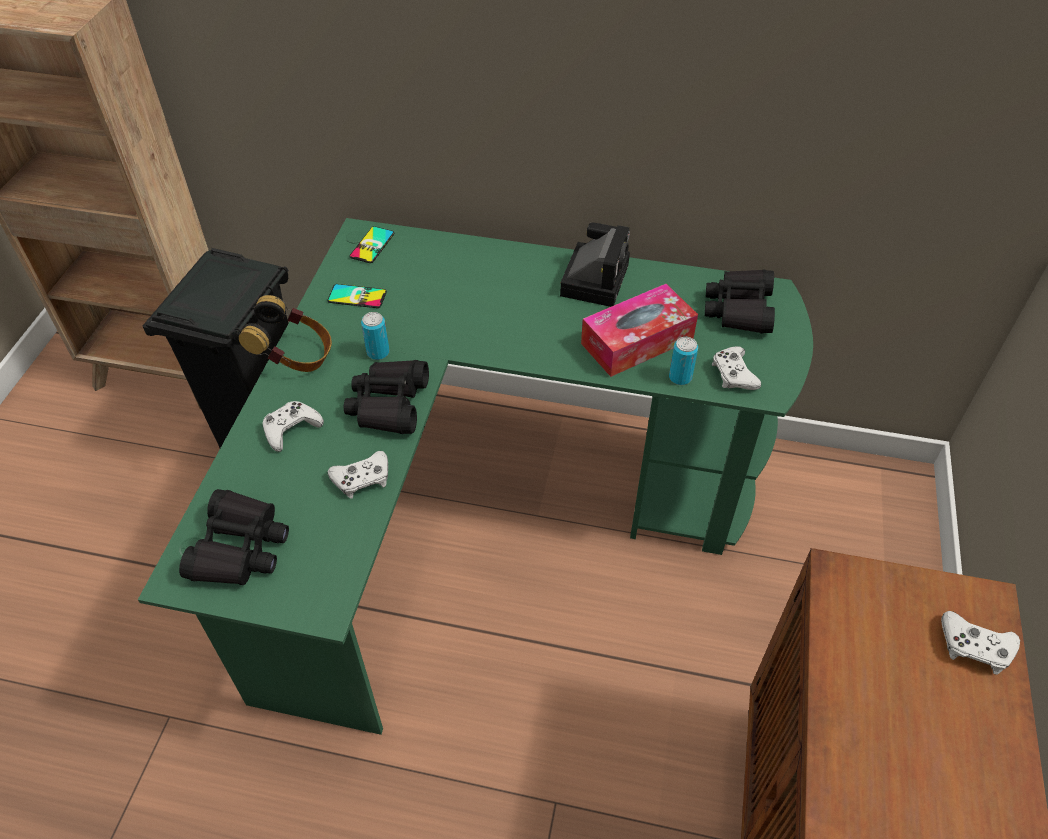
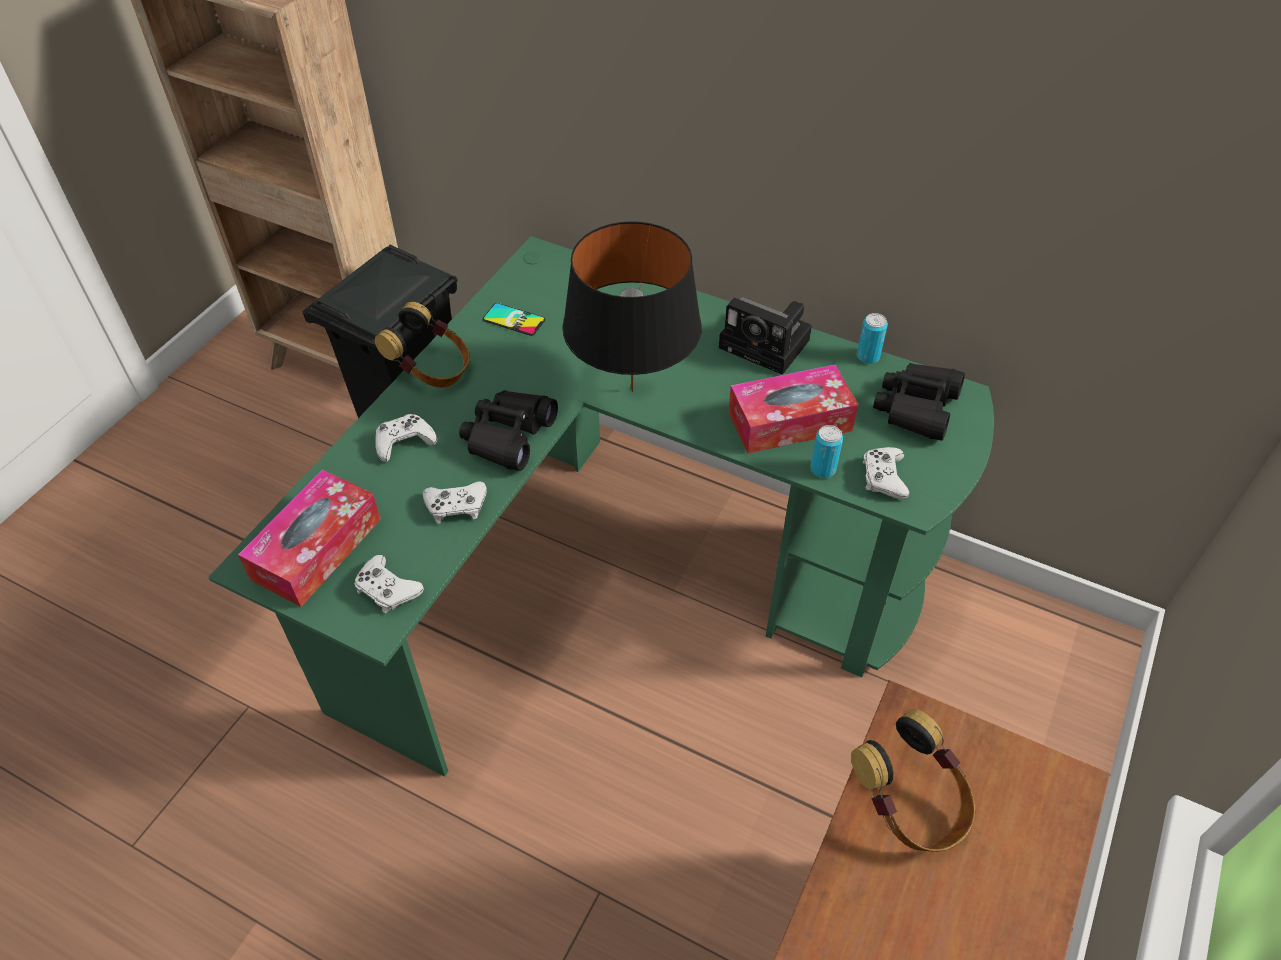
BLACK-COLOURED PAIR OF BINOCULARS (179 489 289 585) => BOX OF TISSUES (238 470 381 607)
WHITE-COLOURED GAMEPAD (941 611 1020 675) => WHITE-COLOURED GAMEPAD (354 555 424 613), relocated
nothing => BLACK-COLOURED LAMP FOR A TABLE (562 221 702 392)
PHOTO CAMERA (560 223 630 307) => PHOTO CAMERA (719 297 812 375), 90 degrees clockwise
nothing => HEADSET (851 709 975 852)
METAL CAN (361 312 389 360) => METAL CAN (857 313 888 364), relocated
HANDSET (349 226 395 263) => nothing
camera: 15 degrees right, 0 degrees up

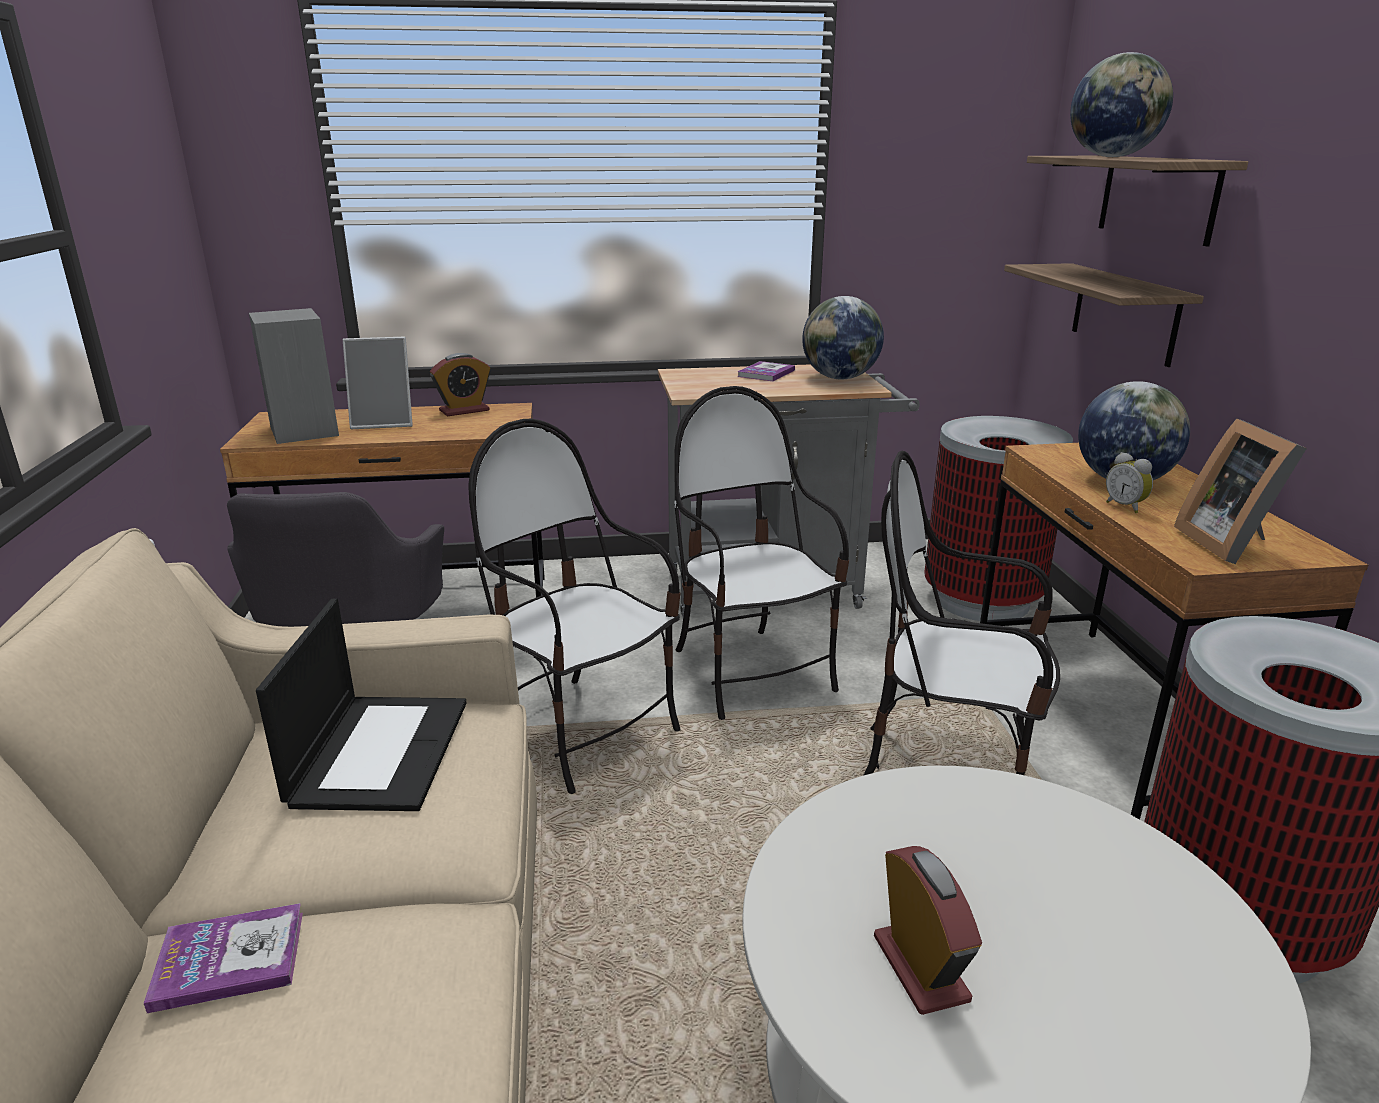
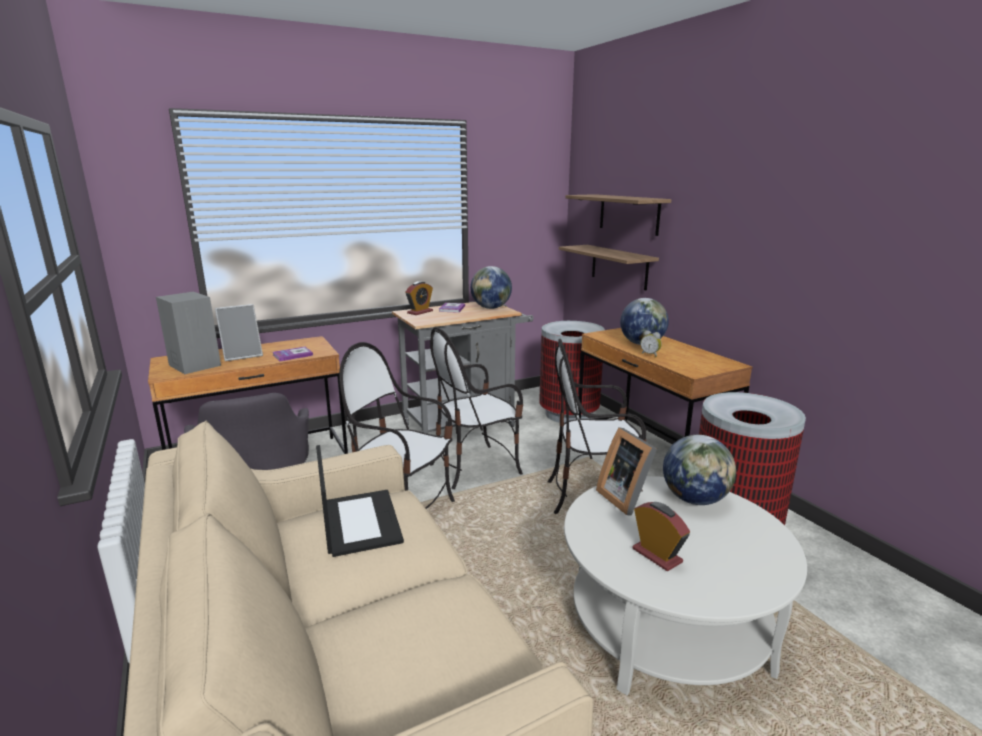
VOLUME (144 903 303 1013) => VOLUME (273 346 313 362), relocated
ALARM CLOCK (430 353 491 416) => ALARM CLOCK (405 281 433 315), relocated
PLAIN CHAIR (674 386 849 720) => PLAIN CHAIR (430 327 523 489), 75 degrees counterclockwise
STANDING FRAME (1174 419 1307 564) => STANDING FRAME (596 427 657 516), relocated
WORLD GLOBE (1070 52 1173 157) => WORLD GLOBE (663 435 736 505), relocated
camera: 20 degrees left, 5 degrees down

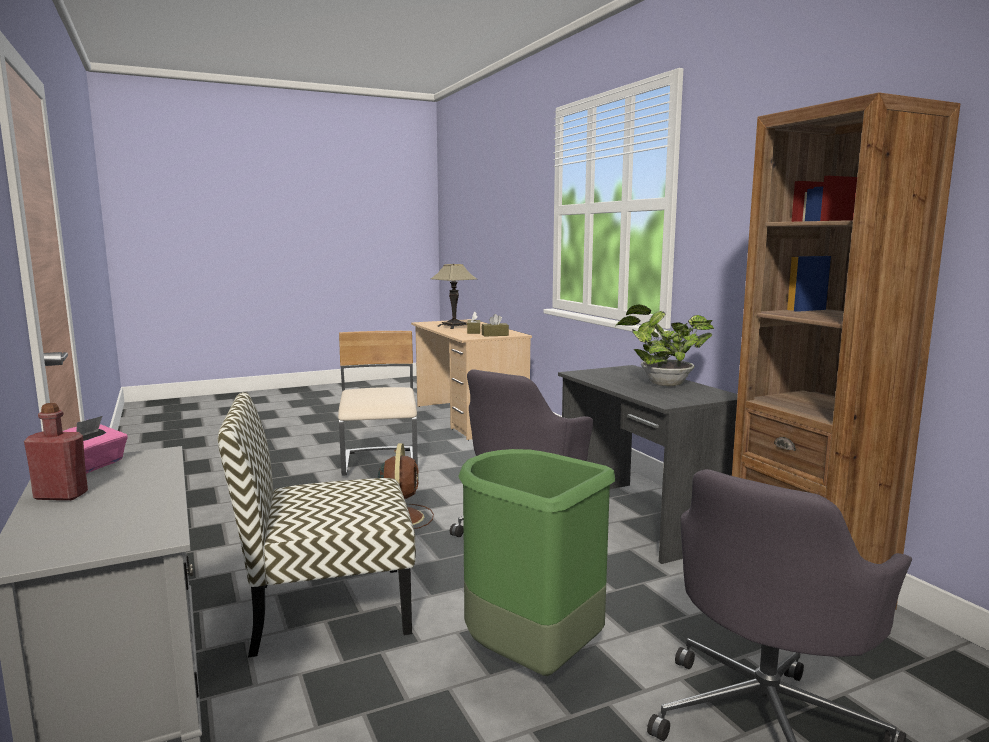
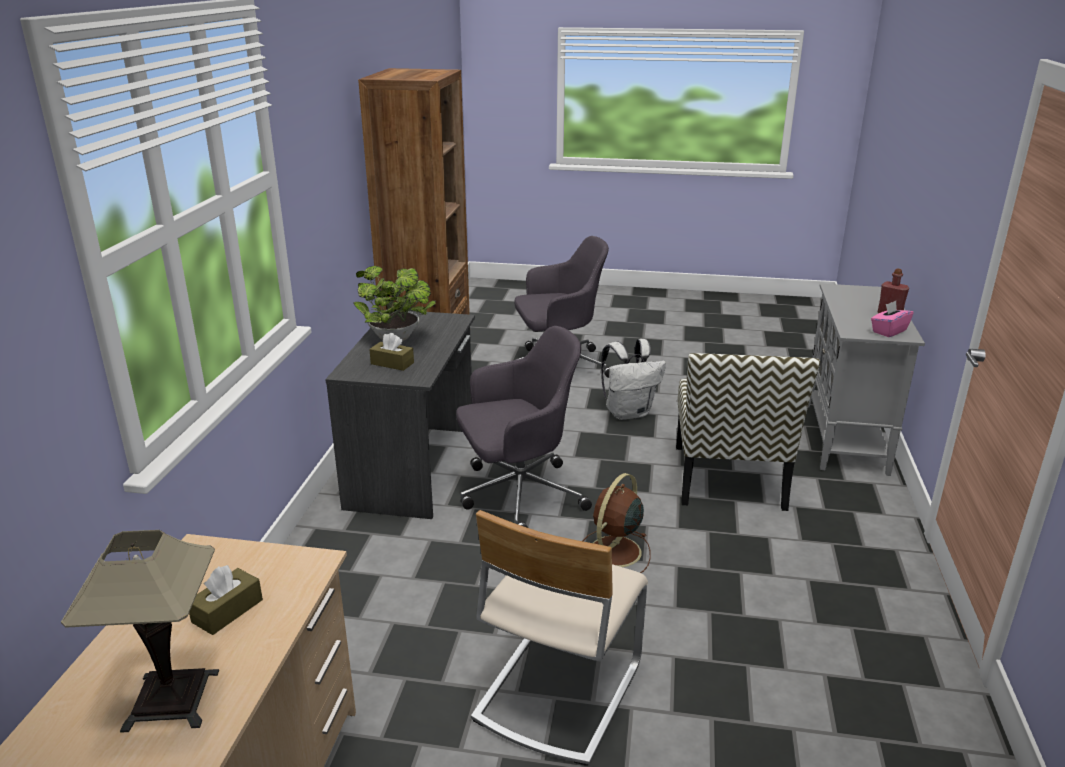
BROWNISH BOX OF TISSUES (482 314 509 337) => BROWNISH BOX OF TISSUES (369 333 414 371), relocated
GREEN RUBBISH BIN (458 449 615 676) => WHITE-COLOURED RUCKSACK (601 339 666 420)
PLAIN CHAIR (218 392 416 657) => PLAIN CHAIR (676 353 820 511), 75 degrees clockwise
camera: 145 degrees left, 15 degrees up

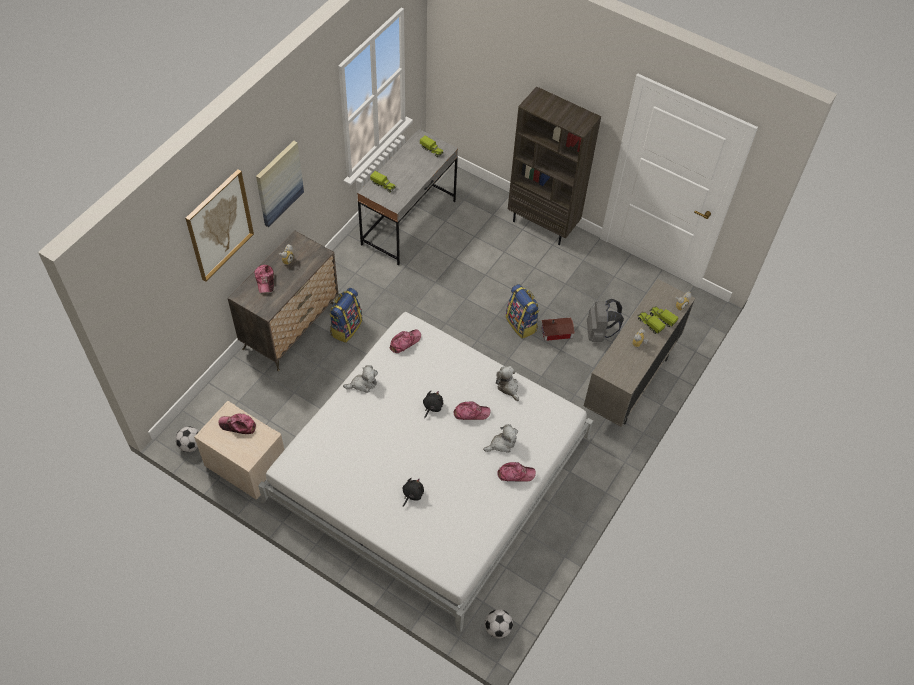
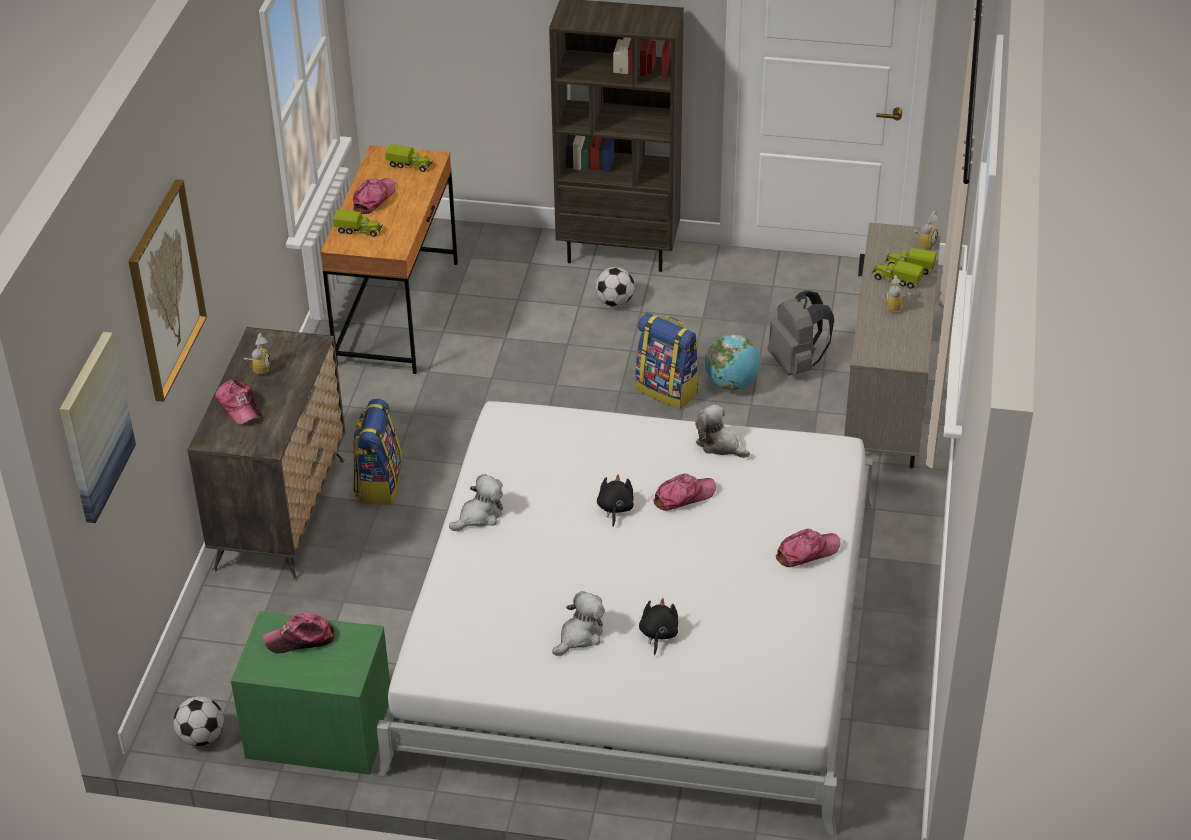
PICTURE (256 141 304 227) => PICTURE (60 332 136 523), relocated
BEIGE-COLOURED NIGHTSTAND (194 401 284 500) => GREEN NIGHTSTAND (231 611 390 775)
GREY DESK UNIT (357 129 458 265) => BROWNISH DESK UNIT (320 145 458 374)
BASEBALL CAP (389 329 421 353) => BASEBALL CAP (353 178 395 214), relocated
CUDDLY TOY (483 424 518 453) => CUDDLY TOY (552 591 605 656), relocated
FOOTBALL BALL (485 609 513 638) => FOOTBALL BALL (595 267 635 306), relocated
TOY HOUSE (541 317 575 341) => WORLD GLOBE (705 335 761 390)
camera: 20 degrees left, 15 degrees down

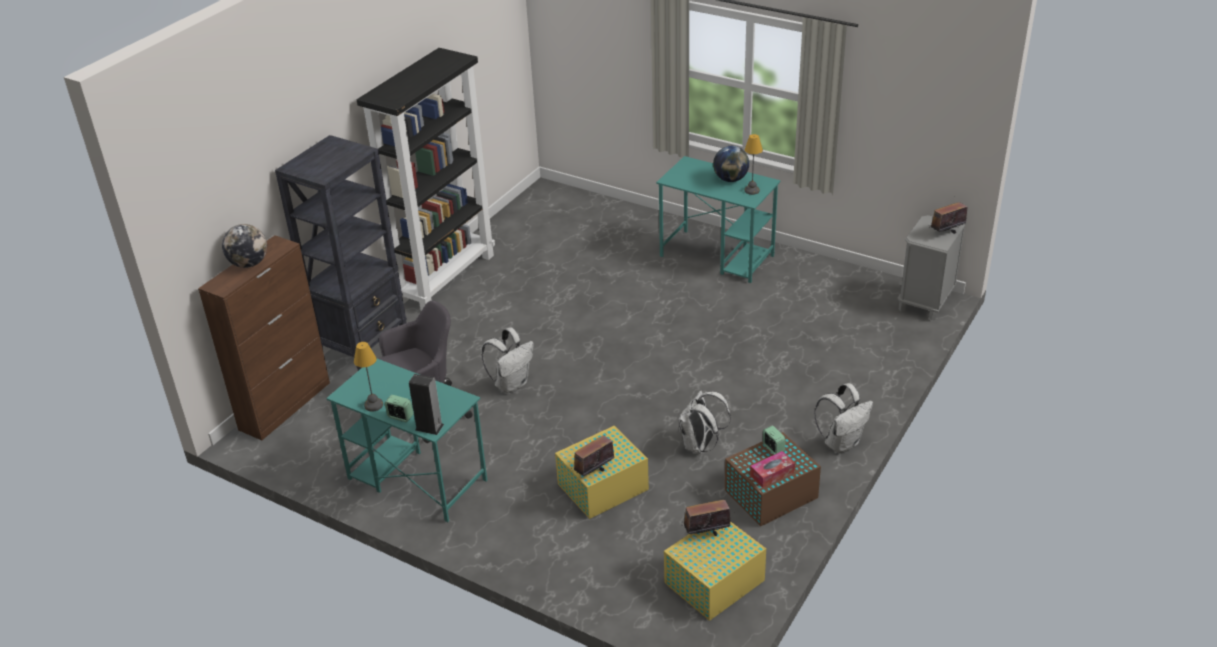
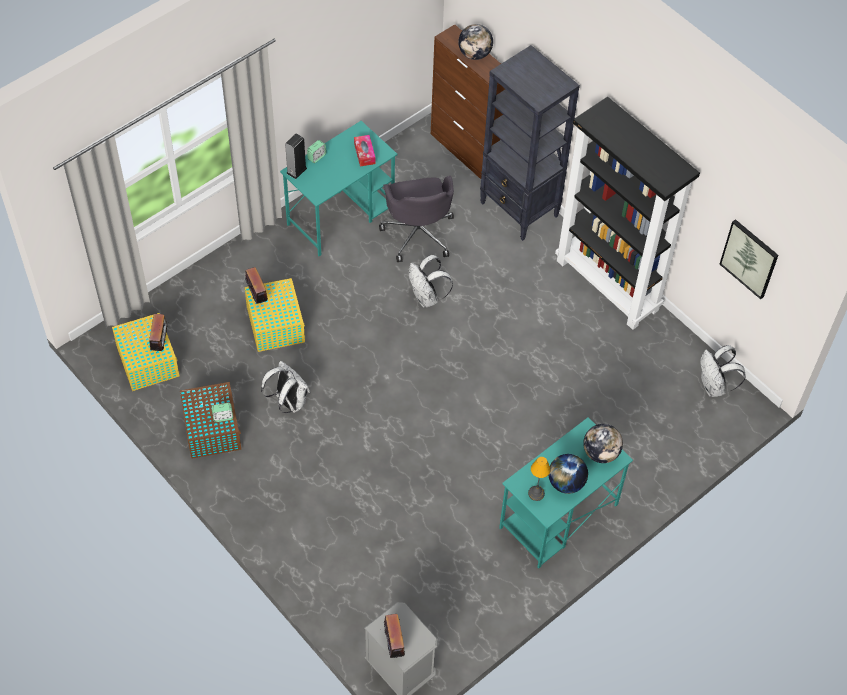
BOX OF TISSUES (750 451 795 488) => BOX OF TISSUES (354 135 376 166), relocated
nothing => WORLD GLOBE (583 424 623 463)
WHITE-COLOURED RUCKSACK (814 383 873 453) => WHITE-COLOURED RUCKSACK (700 345 746 397), relocated
nothing => PICTURE (720 219 778 299)
LAMP FOR A TABLE (354 342 383 412) => nothing
camera: 105 degrees right, 20 degrees up

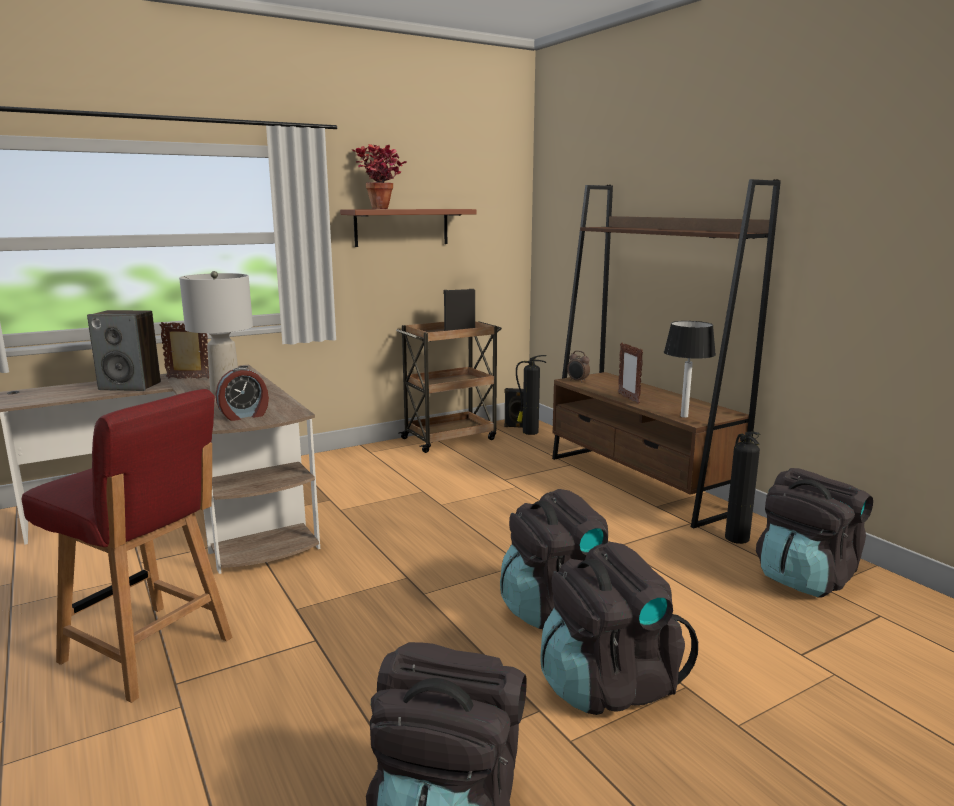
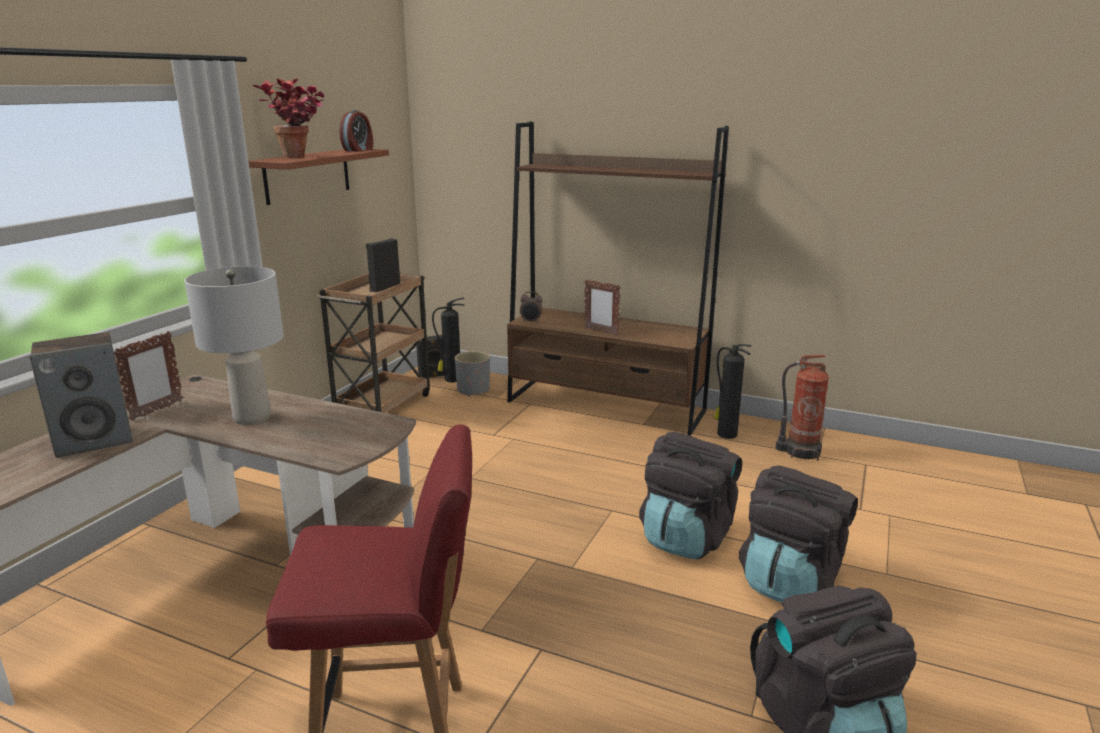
STANDING FRAME (160 322 209 379) => STANDING FRAME (114 331 183 421), 150 degrees clockwise
ALARM CLOCK (216 367 269 421) => ALARM CLOCK (339 110 373 151), relocated
nothing => GREY PLANT POT (455 351 490 397)
BLACK-COLOURED RUCKSACK (756 468 873 598) => FIRE-FIGHTING CYLINDER (775 355 829 460)
LAMP FOR A TABLE (664 321 716 418) => nothing
camera: 35 degrees left, 5 degrees up

